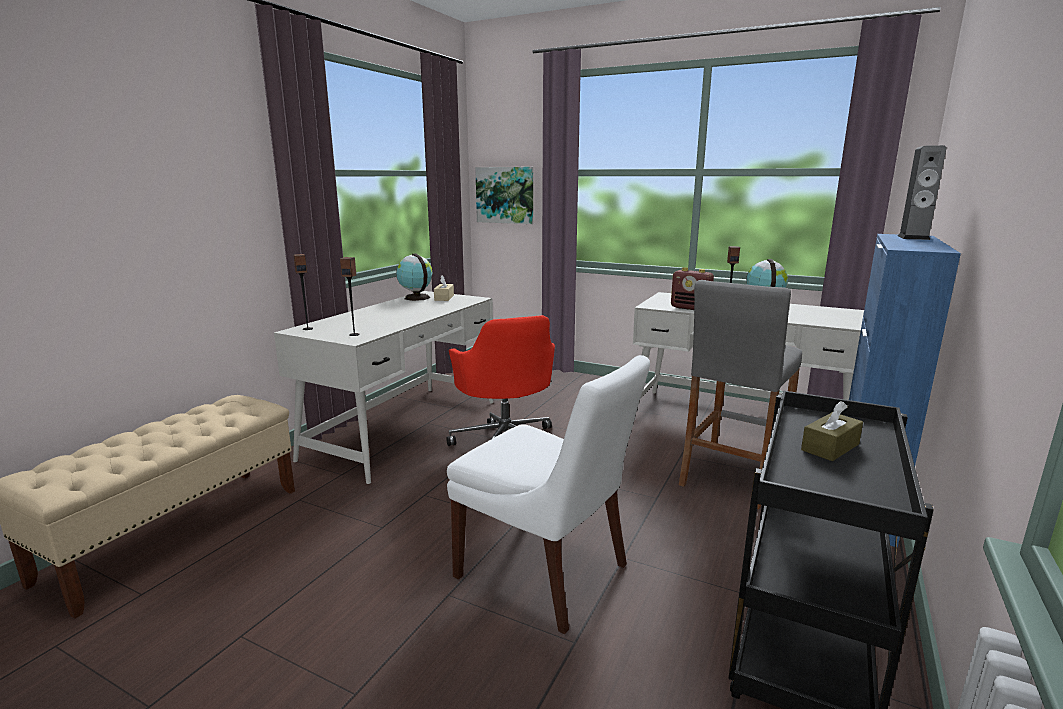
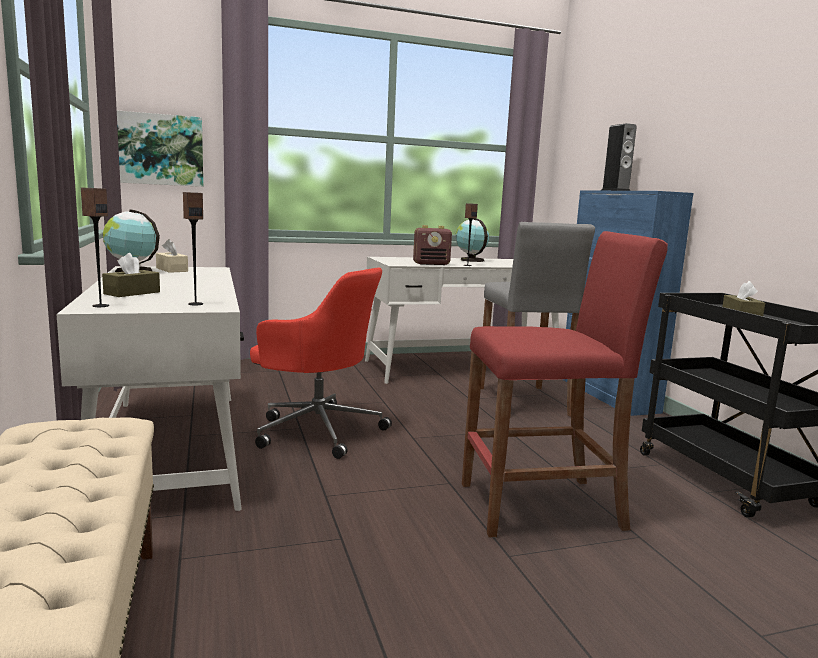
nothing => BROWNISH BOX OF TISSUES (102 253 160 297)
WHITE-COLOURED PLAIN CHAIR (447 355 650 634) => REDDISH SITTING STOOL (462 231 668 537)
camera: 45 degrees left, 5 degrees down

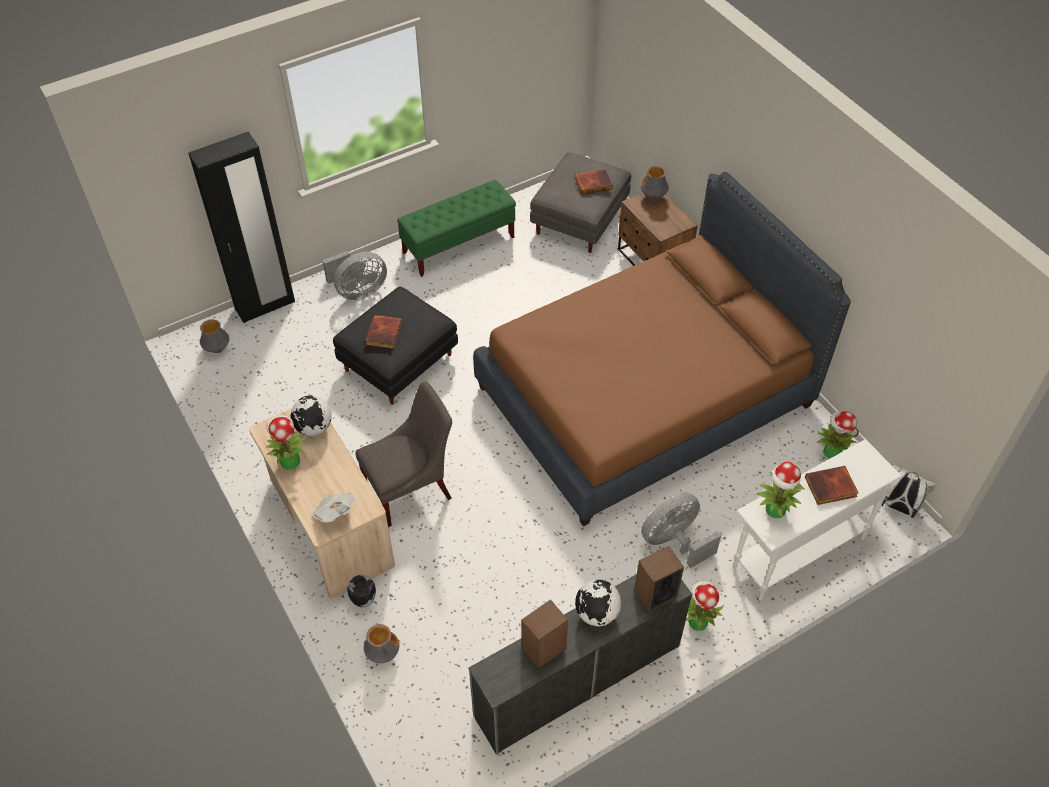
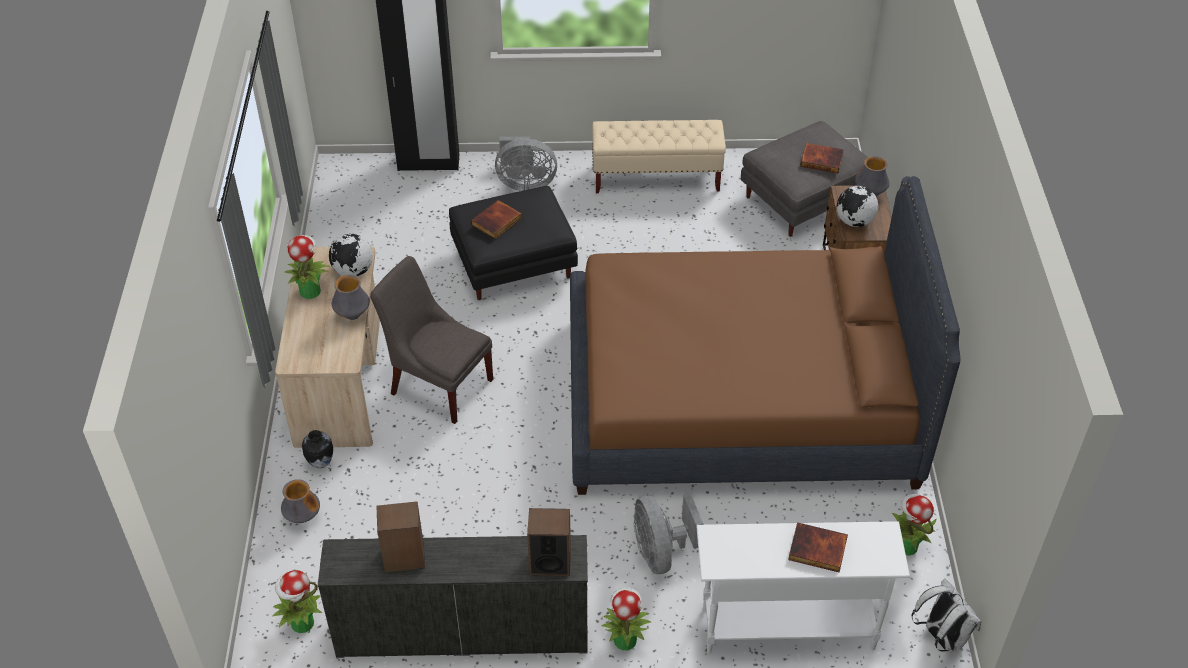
POTTED PLANT (756 462 805 518) => POTTED PLANT (272 570 322 633), relocated
DECORATIVE VASE (200 319 229 353) => DECORATIVE VASE (332 275 370 320), relocated
GREY PLAIN CHAIR (355 381 452 527) => GREY PLAIN CHAIR (370 256 493 424), 150 degrees counterclockwise
GREEN LONG SEAT (397 180 516 277) => BEIGE-COLOURED LONG SEAT (592 120 726 193)
GREY ELECTRIC FAN (641 493 721 568) => GREY ELECTRIC FAN (634 493 703 574), 105 degrees counterclockwise
WORLD GLOBE (575 580 621 626) => WORLD GLOBE (837 186 878 227), relocated
NEWSPAPER (312 493 355 522) => nothing
camera: 30 degrees right, 5 degrees down

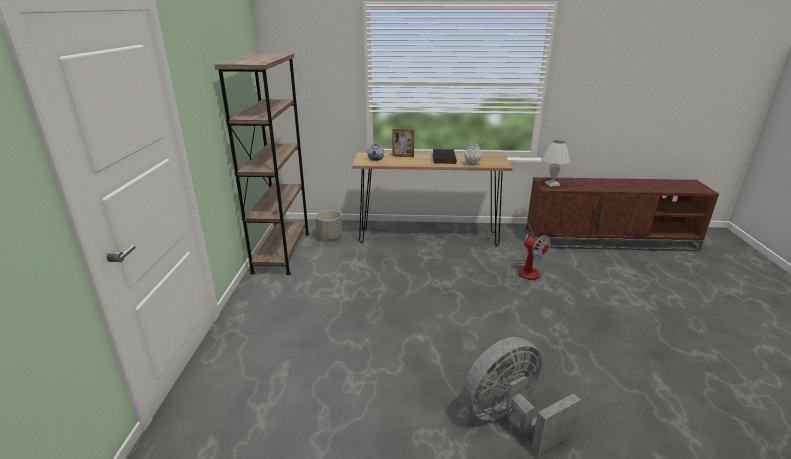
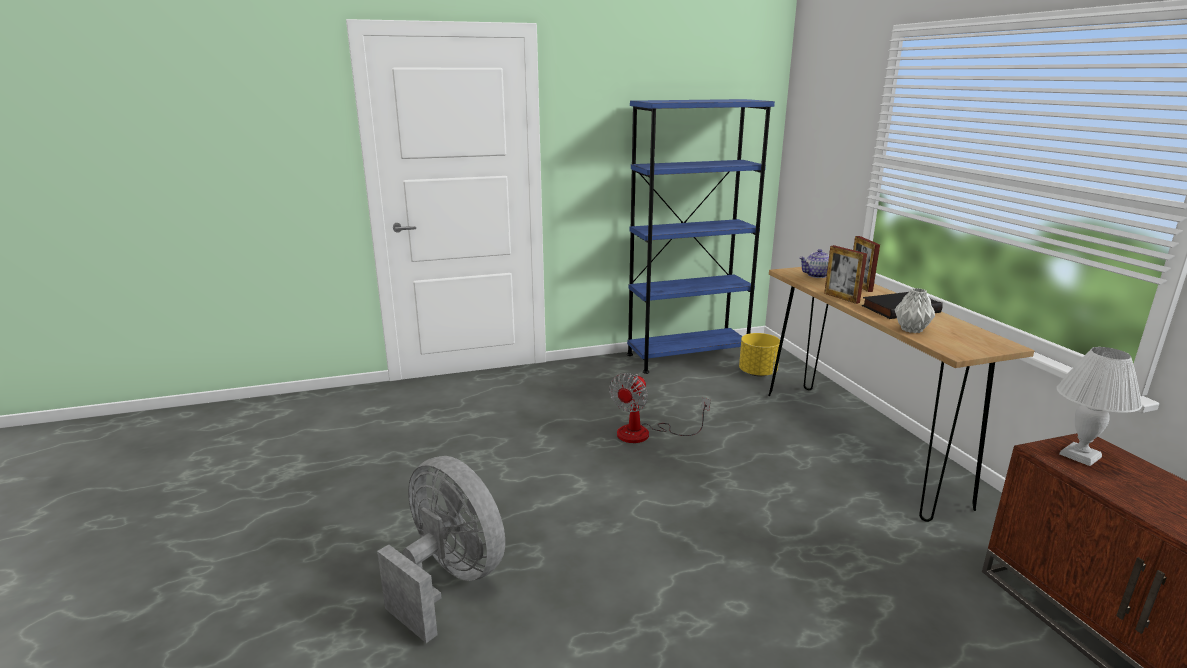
ELECTRIC FAN (516 233 551 280) => ELECTRIC FAN (609 373 710 443), relocated
BROWNISH BOOKSHELF (215 53 310 275) => BLUE BOOKSHELF (627 99 775 374)
GREY PLANT POT (315 210 342 240) => YELLOW-COLOURED PLANT POT (739 333 780 377)
nothing => STANDING FRAME (824 245 867 304)
camera: 70 degrees right, 5 degrees down

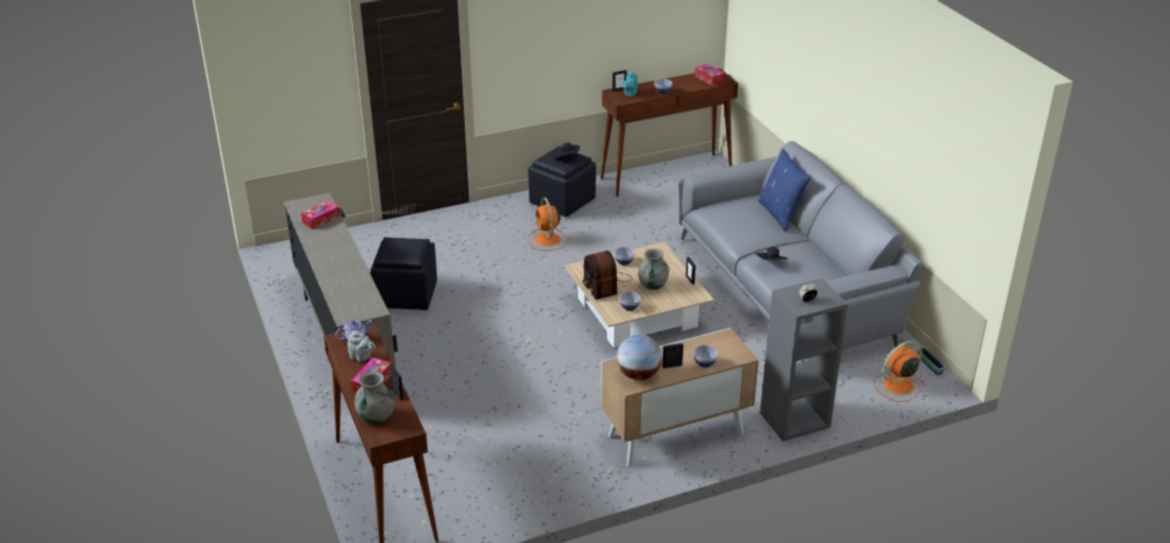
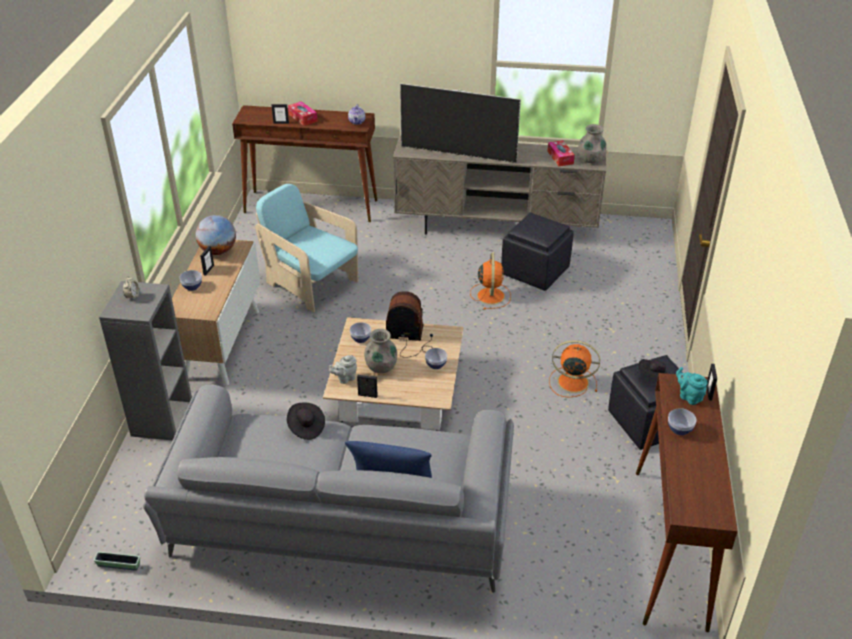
nothing => BLUE-GREEN ARMCHAIR (255 184 358 313)
GREY TEA POT (347 330 376 362) => GREY TEA POT (329 355 357 384), relocated
nothing => TV (400 84 521 163)
ORANGE ELECTRIC FAN (874 341 924 402) => ORANGE ELECTRIC FAN (470 253 511 310), relocated
GREY DECORATIVE VASE (354 371 395 424) => GREY DECORATIVE VASE (578 124 607 163), relocated
BOX OF TISSUES (694 64 725 86) => nothing
camera: 120 degrees right, 5 degrees up

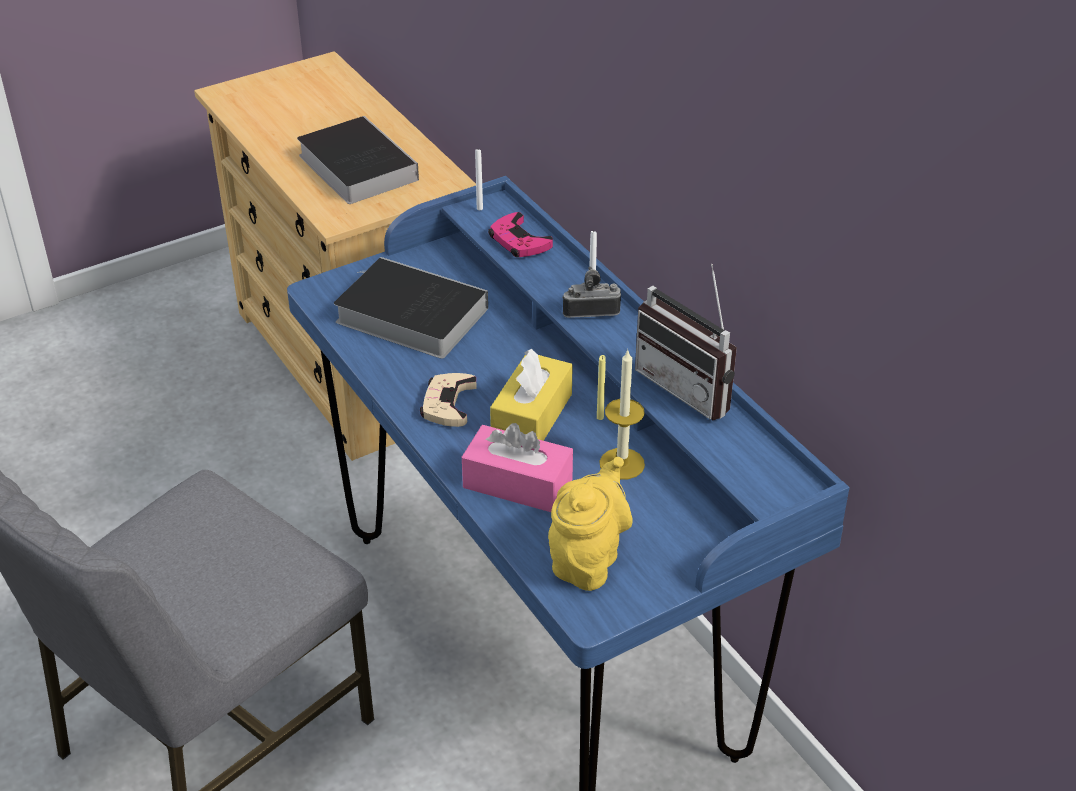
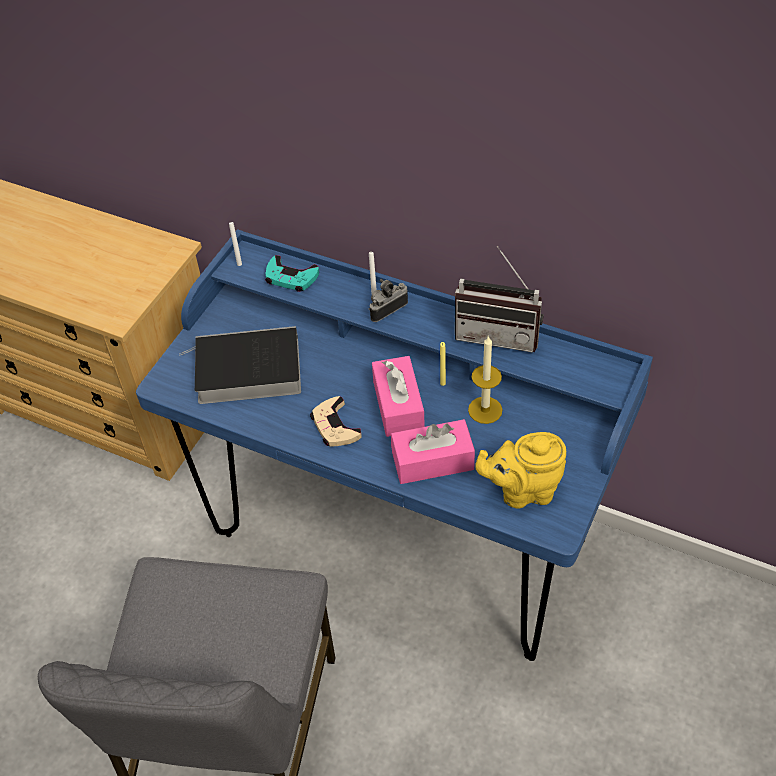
PINKISH GAMEPAD (488 212 553 257) => BLUE-GREEN GAMEPAD (265 255 319 292)
YELLOW-COLOURED BOX OF TISSUES (490 349 573 441) => PINKISH BOX OF TISSUES (372 356 425 437)
YELLOW-COLOURED TEA POT (548 457 632 591) => YELLOW-COLOURED TEA POT (475 432 566 509), 90 degrees counterclockwise
VOLUME (297 116 419 204) => nothing
camera: 30 degrees left, 10 degrees up

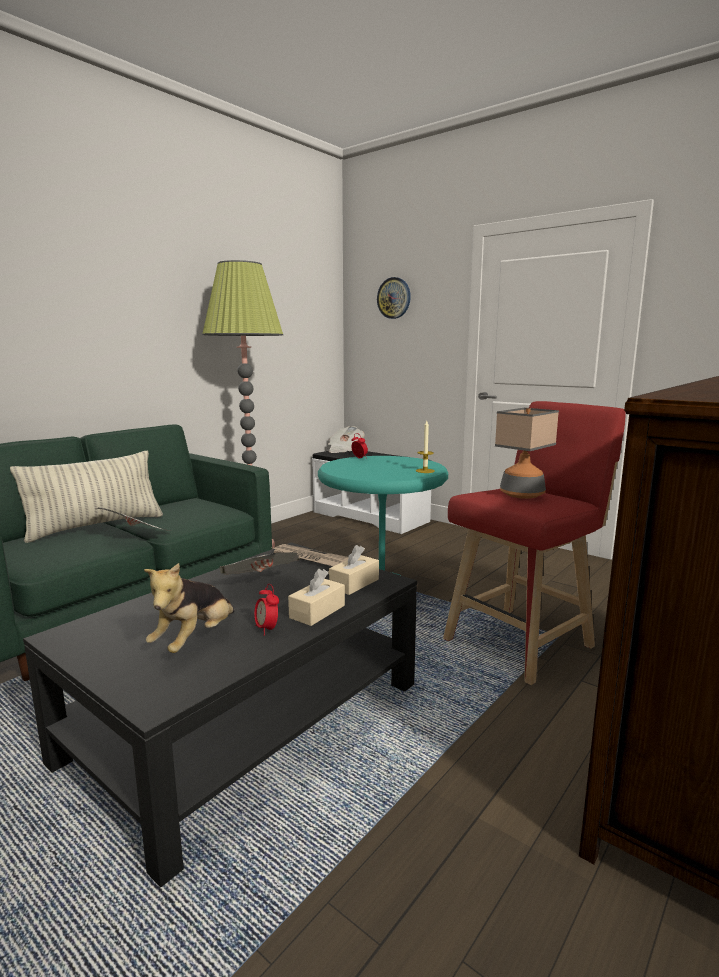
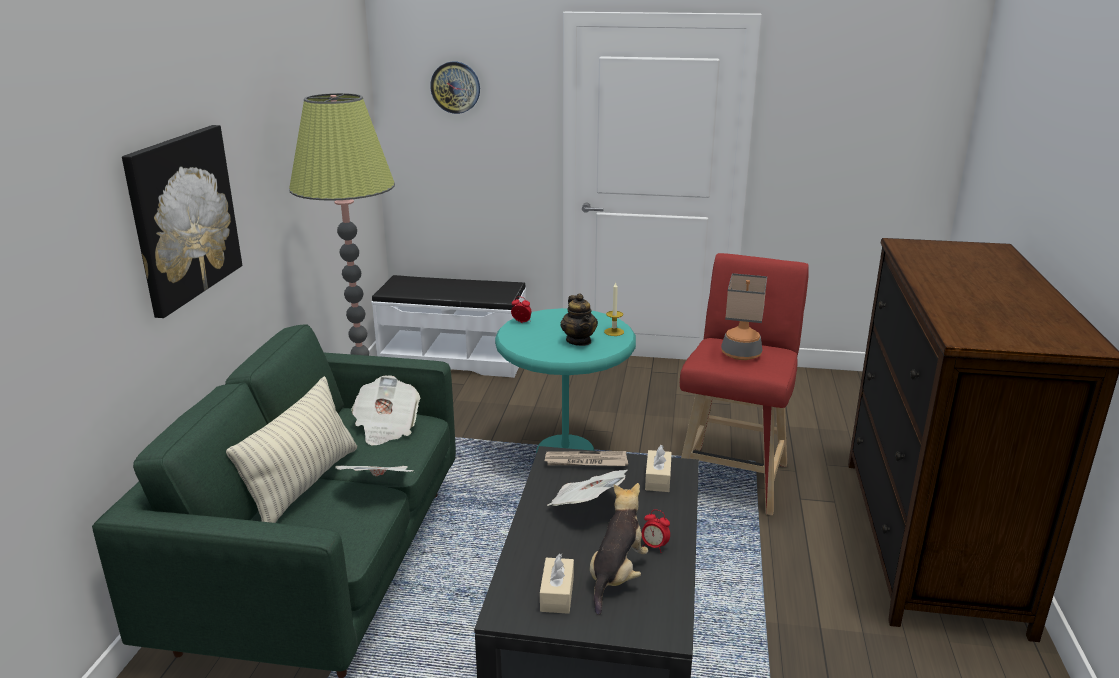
nothing => PICTURE (122 125 242 318)
NEWSPAPER (328 426 365 453) => NEWSPAPER (351 375 420 446), relocated
BEIGE-COLOURED BOX OF TISSUES (288 569 345 626) => BEIGE-COLOURED BOX OF TISSUES (540 553 574 614), relocated
nothing => TEA POT (561 293 598 346)
CUDDLY TOY (144 563 234 653) => CUDDLY TOY (590 483 648 615), 150 degrees counterclockwise
camera: 30 degrees left, 10 degrees up

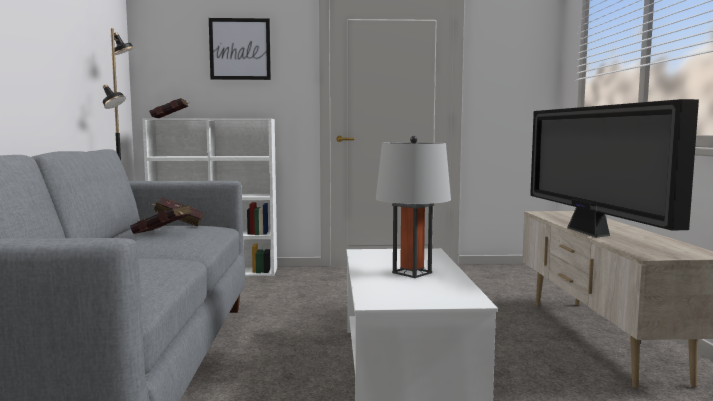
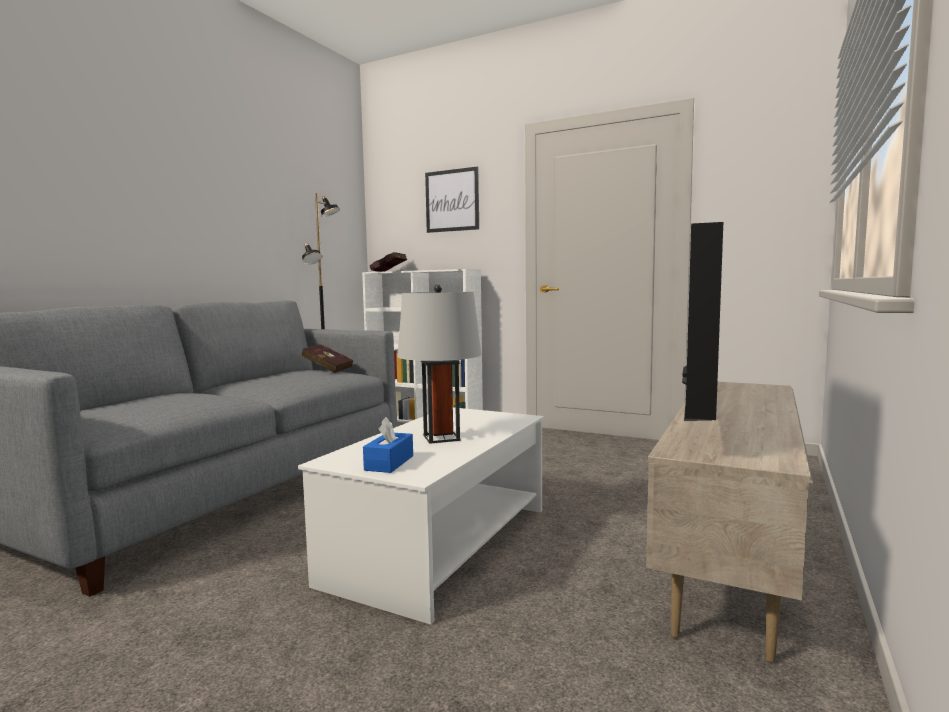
nothing => BLUE BOX OF TISSUES (363 417 413 473)
REDDISH VOLUME (130 205 193 234) => nothing
camera: 30 degrees right, 0 degrees up

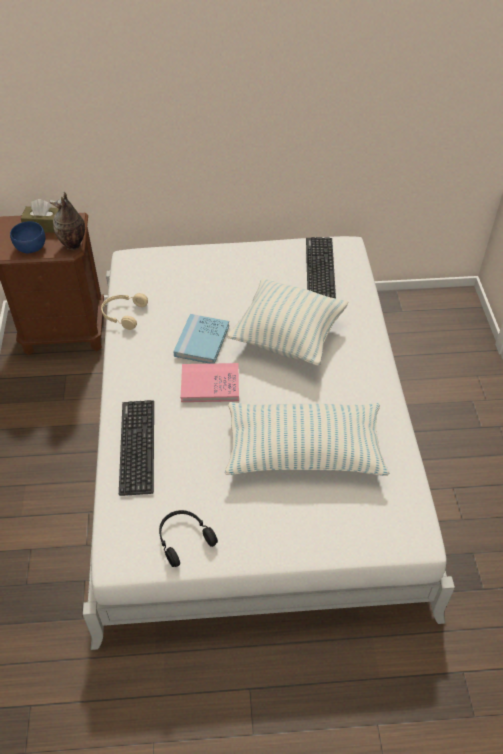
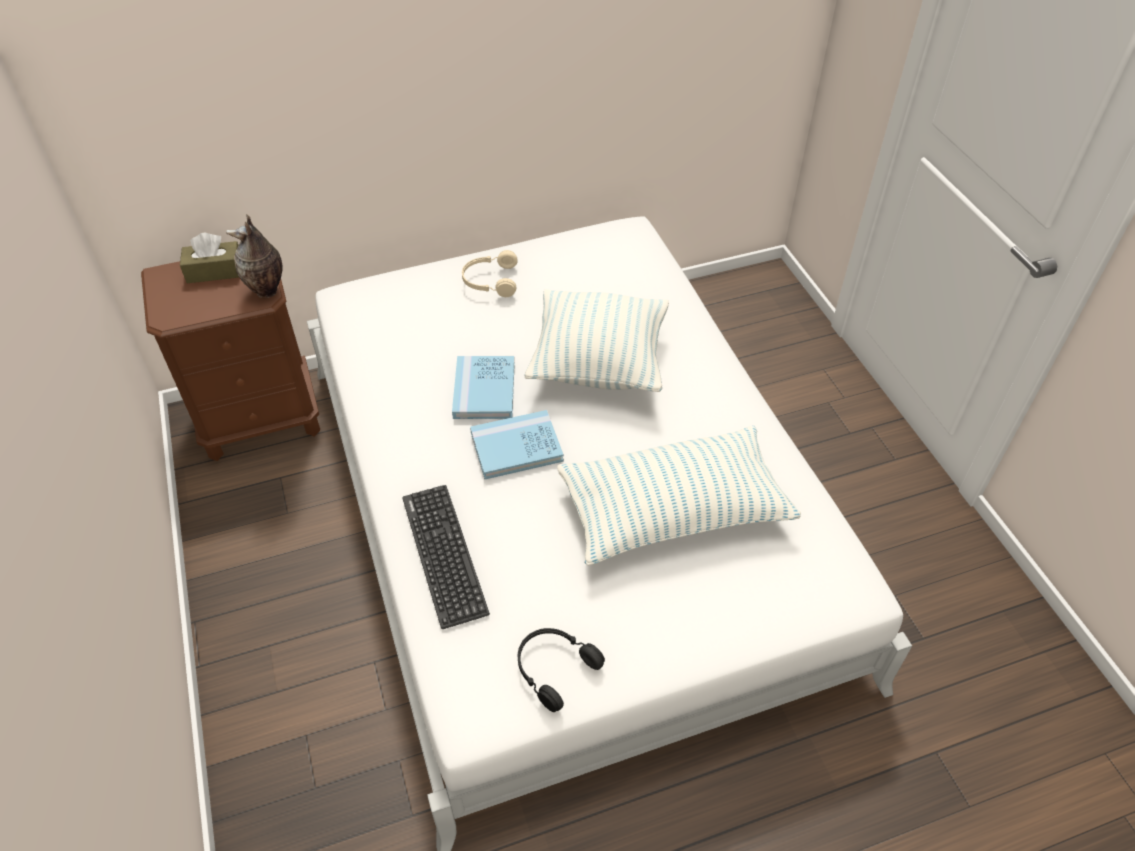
BEIGE-COLOURED HEADSET (101 293 148 330) => BEIGE-COLOURED HEADSET (462 250 518 297), relocated
PINKISH VOLUME (181 363 239 402) => BLUE VOLUME (470 410 564 479)
BLUE DEEP DISH (10 221 46 253) => nothing
PC KEYBOARD (306 237 336 298) => nothing
camera: 15 degrees left, 0 degrees up

